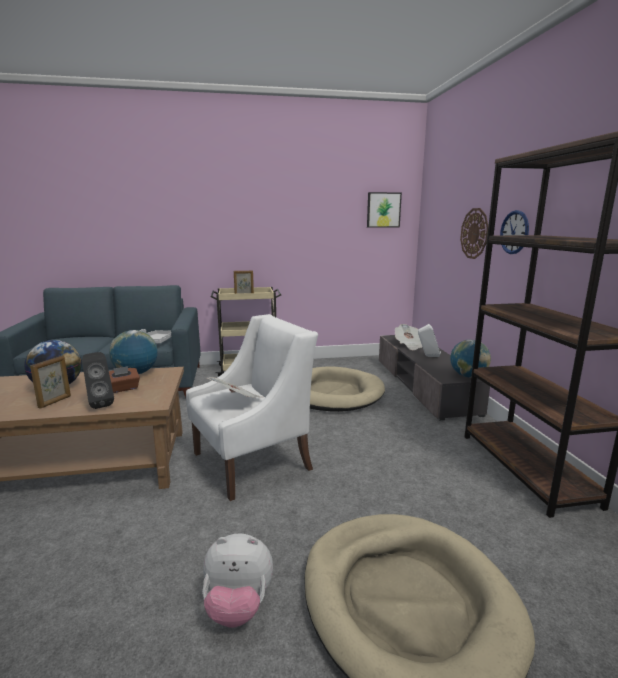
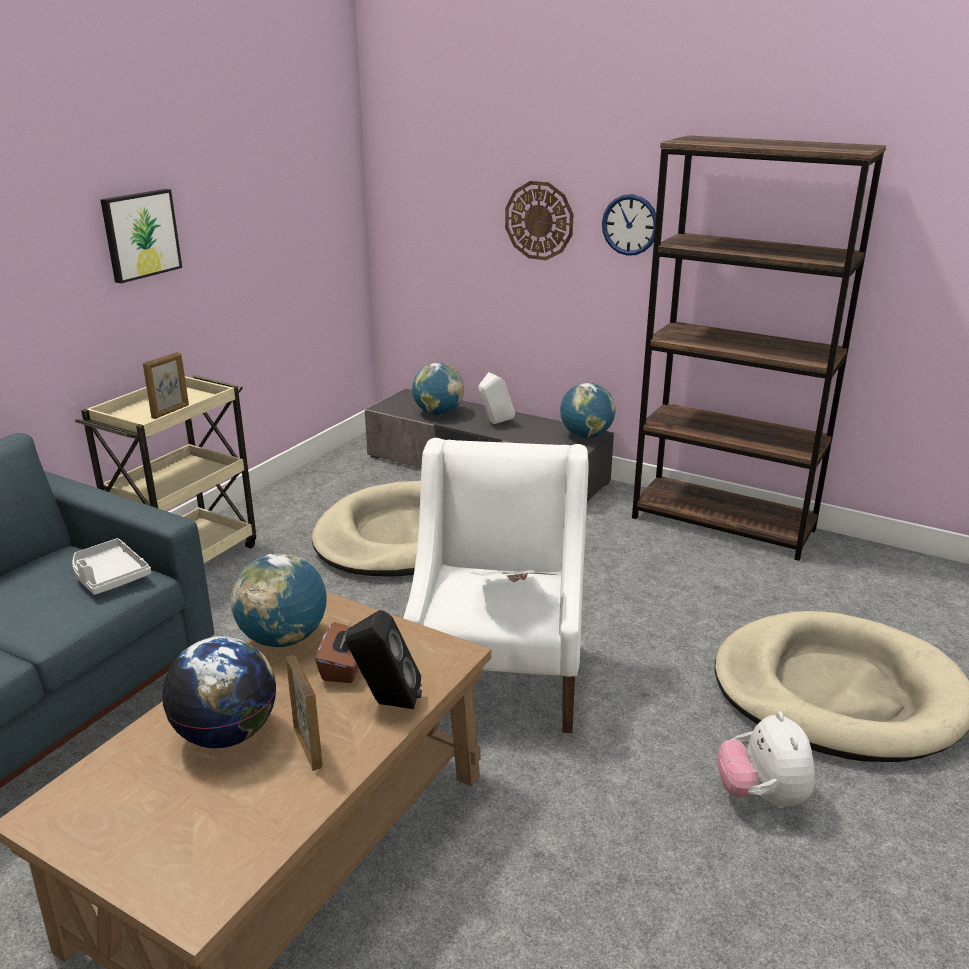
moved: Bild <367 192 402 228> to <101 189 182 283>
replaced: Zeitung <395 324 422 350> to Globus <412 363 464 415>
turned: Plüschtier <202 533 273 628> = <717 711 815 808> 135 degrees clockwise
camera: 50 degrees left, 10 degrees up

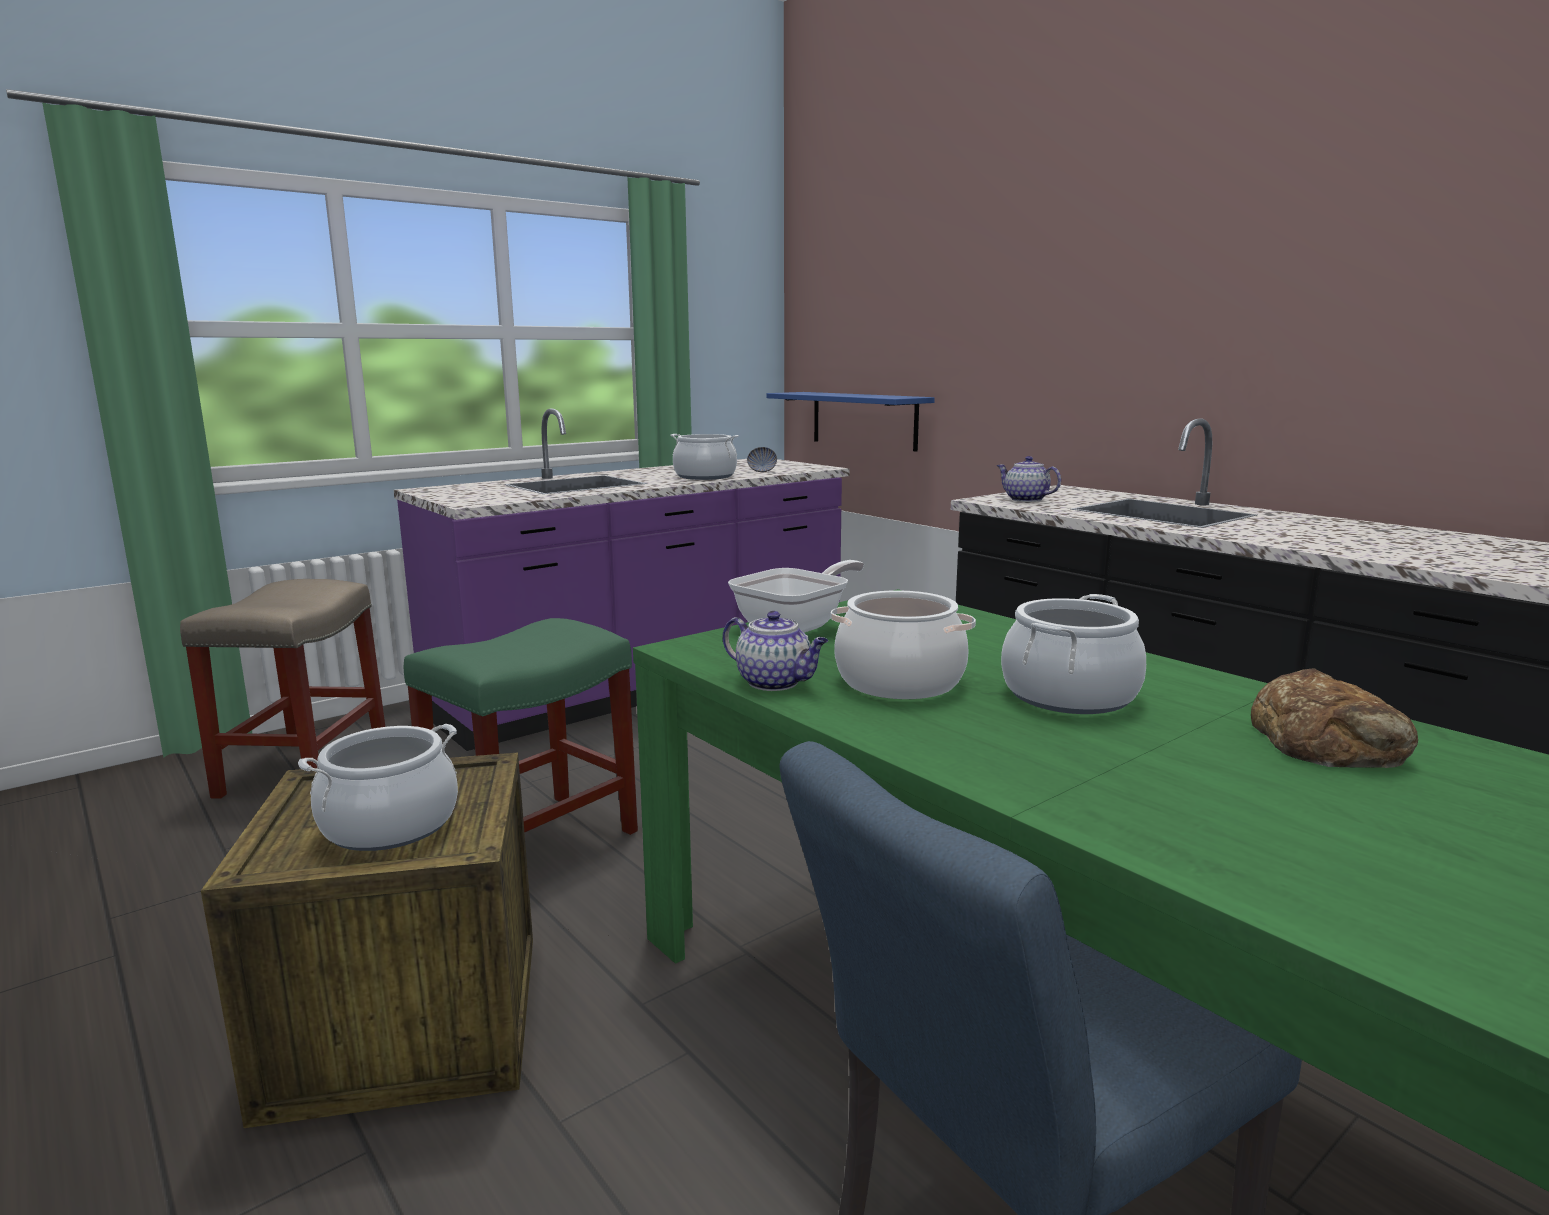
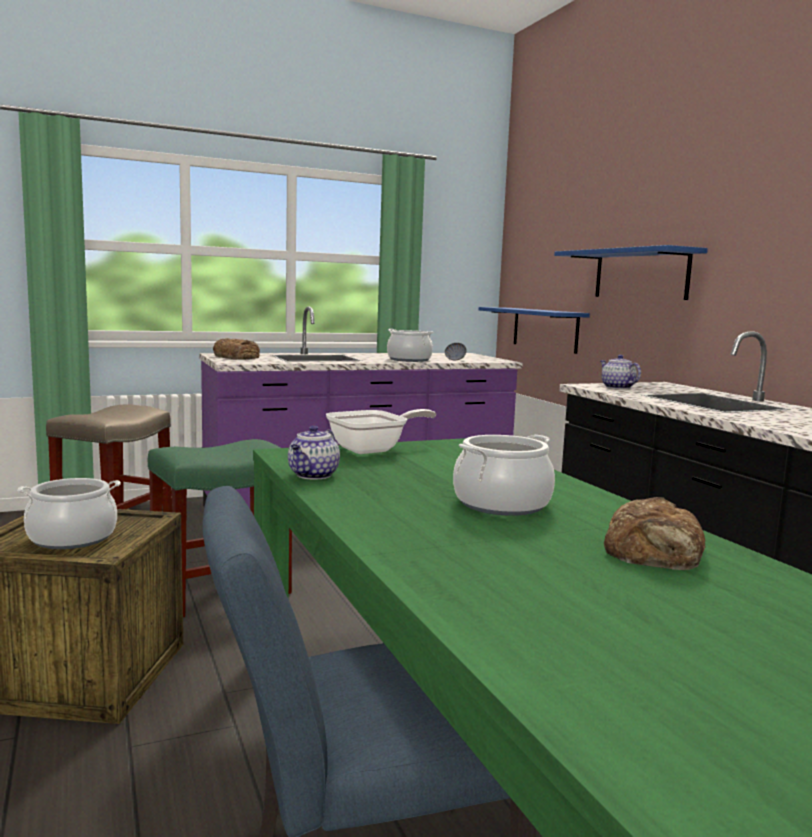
removed: Kochtopf <830 590 976 699>
added: Brot <213 338 260 360>; Wandregal [blau] <554 245 708 300>
turned: Teekanne <723 611 828 691> = <288 425 340 479> 60 degrees clockwise
camera: 15 degrees right, 5 degrees down

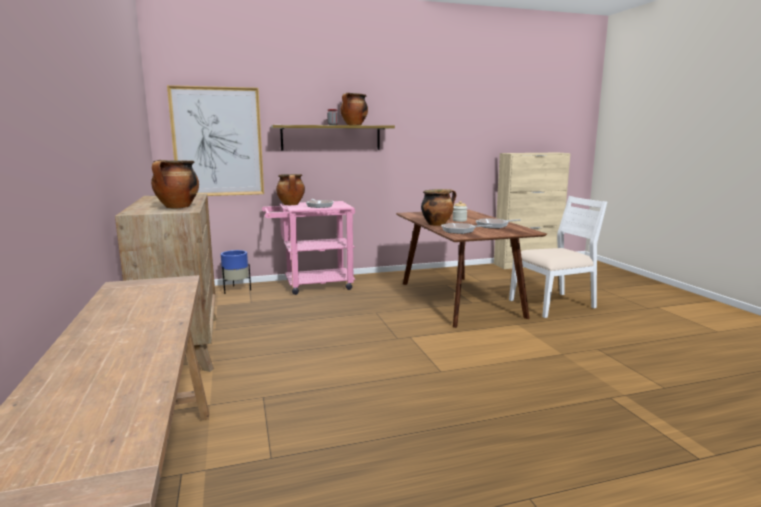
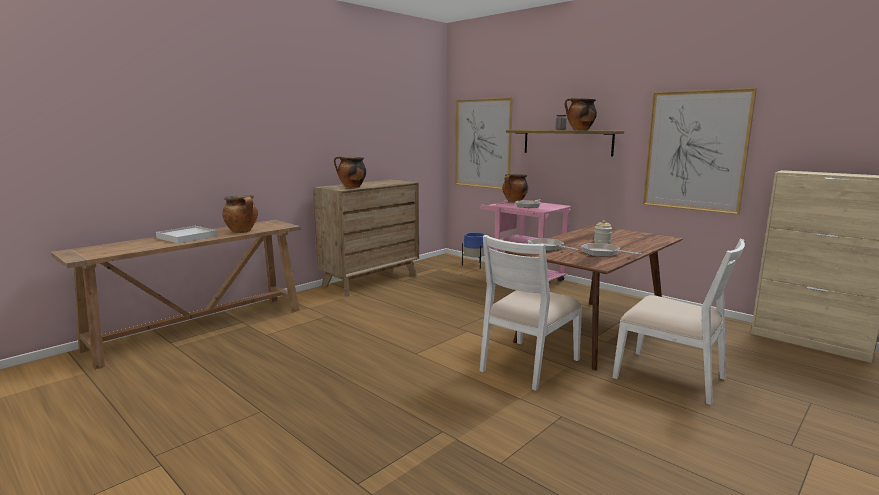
added: Tablett [weiß] <156 226 218 244>; Stuhl [weiß] <479 235 583 391>; Bild <643 88 757 215>
moved: Kochtopf <421 189 456 226> to <222 195 258 233>
camera: 60 degrees right, 0 degrees up

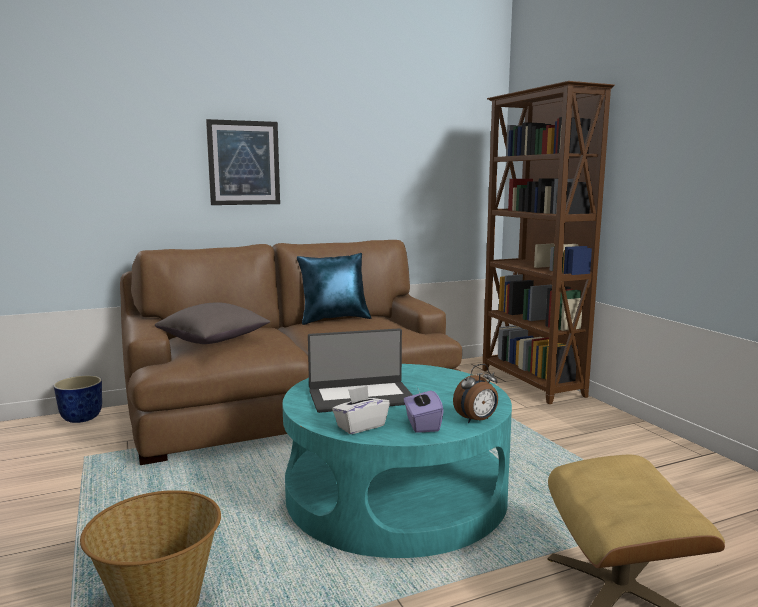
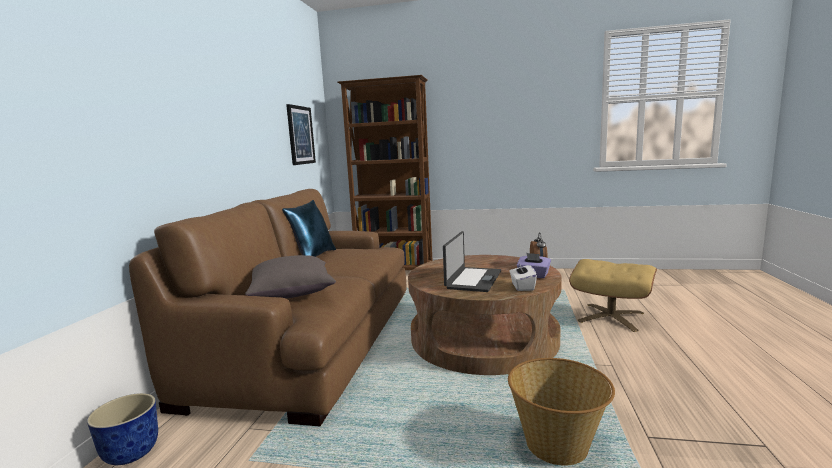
moved: Bild <206 119 280 205> to <286 104 316 165>
recoloured: Couchtisch [türkis] <282 364 512 558> to Couchtisch [braun] <408 255 562 375>
camera: 55 degrees left, 0 degrees up

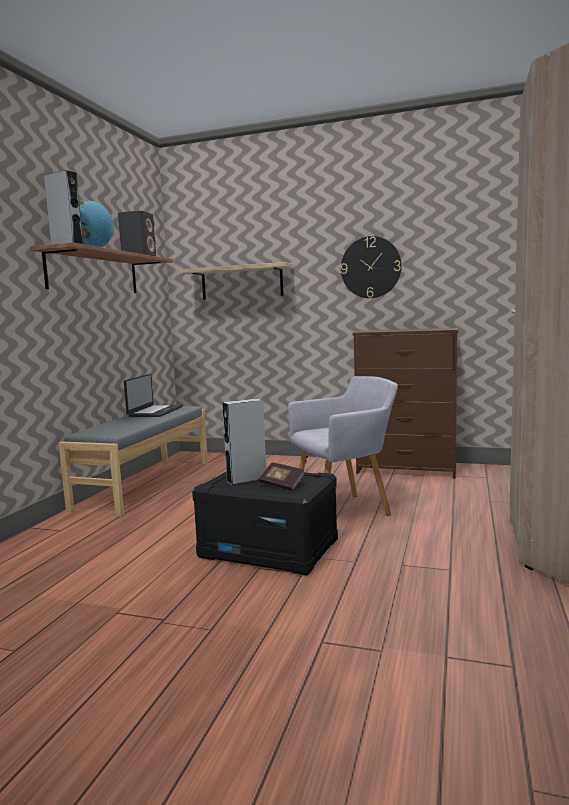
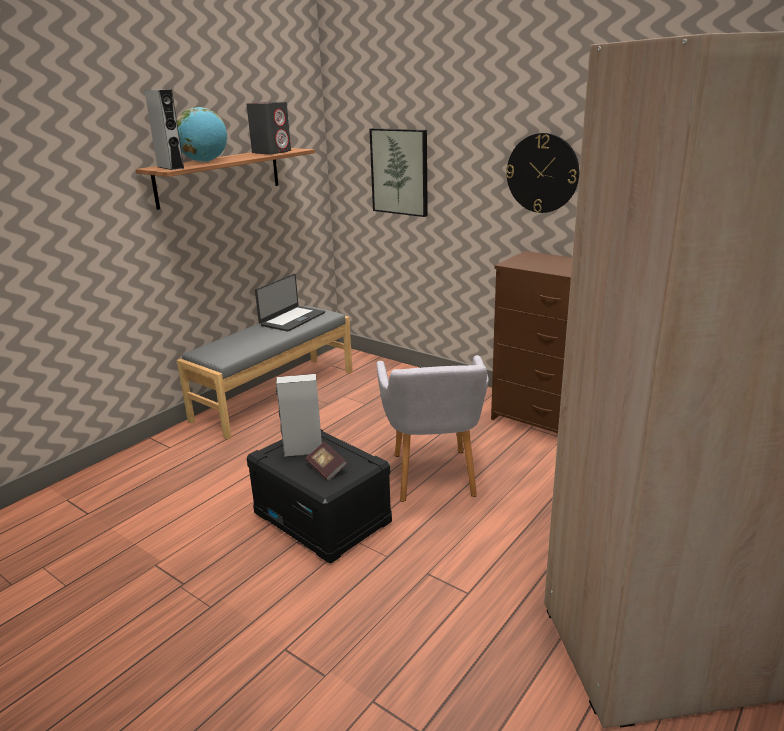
replaced: Wandregal <180 262 293 300> to Bild <370 128 428 217>
turned: Sessel [grau] <288 376 398 515> = <377 355 489 502> 90 degrees clockwise
camera: 20 degrees right, 15 degrees up

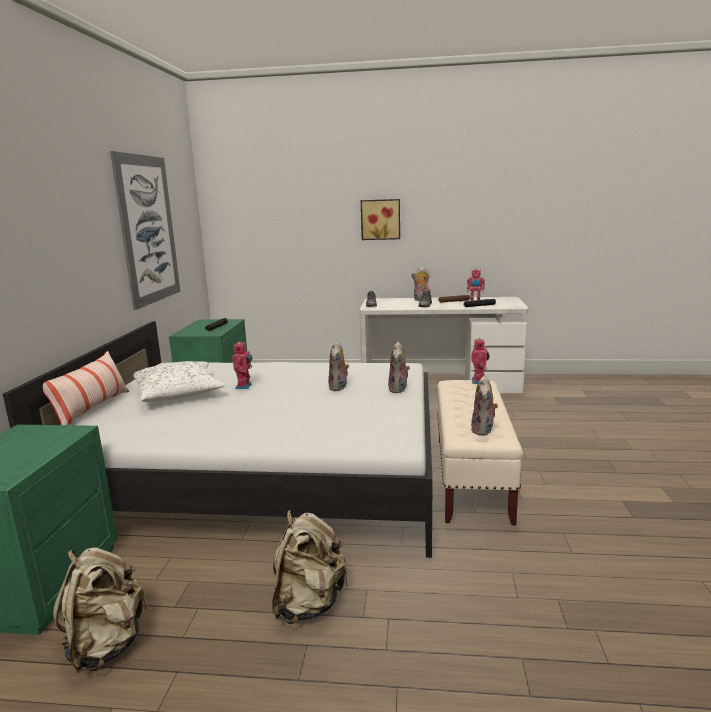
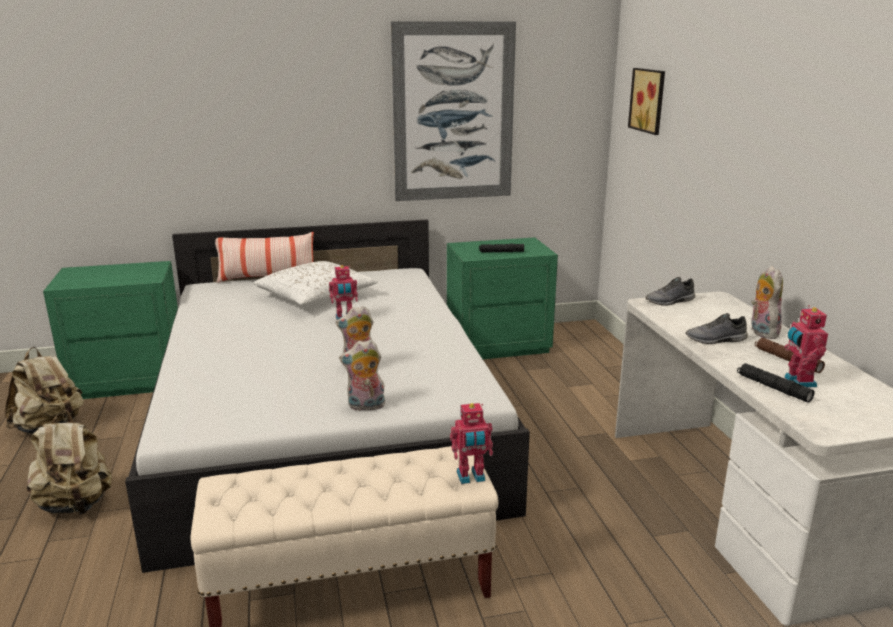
removed: Plüschtier <471 375 498 435>
moved: Bild <361 199 400 240> to <628 68 665 135>
camera: 70 degrees right, 5 degrees up

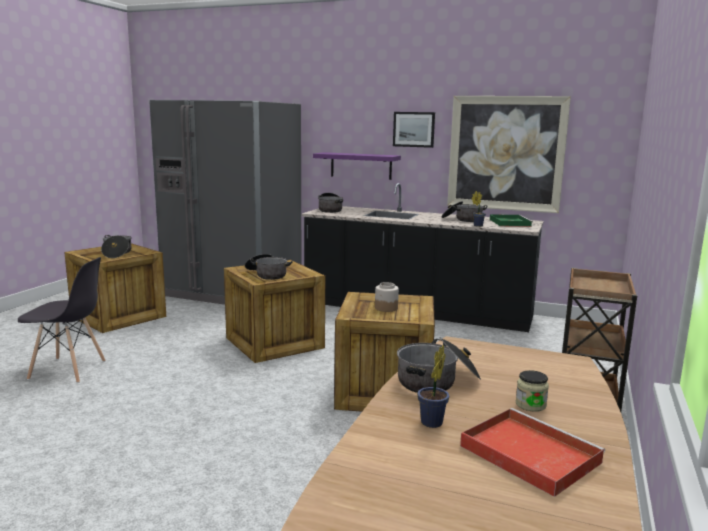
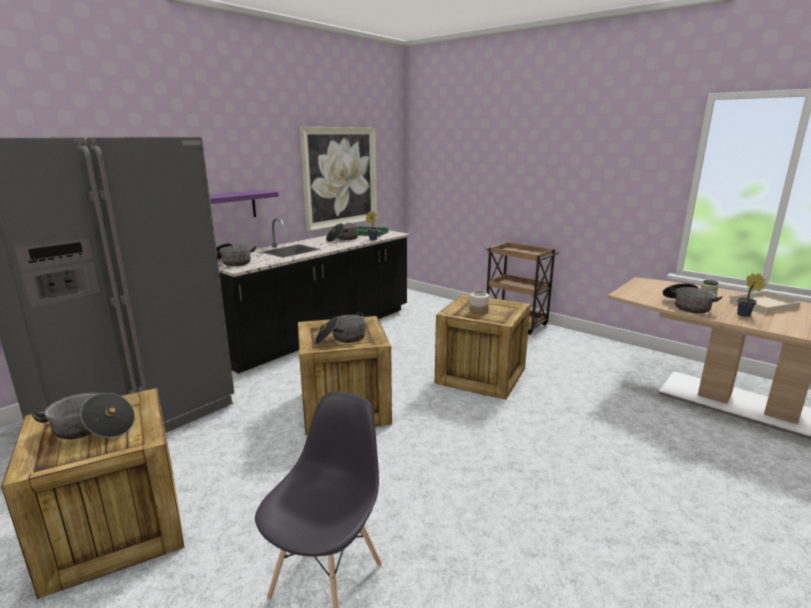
removed: Bild <393 112 435 148>
recoloured: Tablett [rot] <460 408 605 497> to Tablett [beige] <729 291 801 314>
camera: 70 degrees left, 5 degrees up

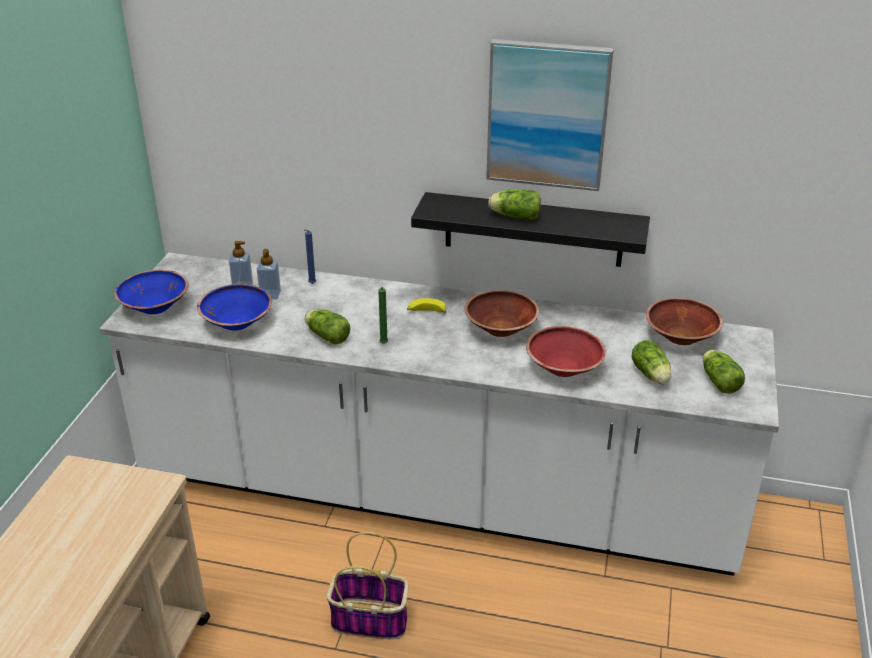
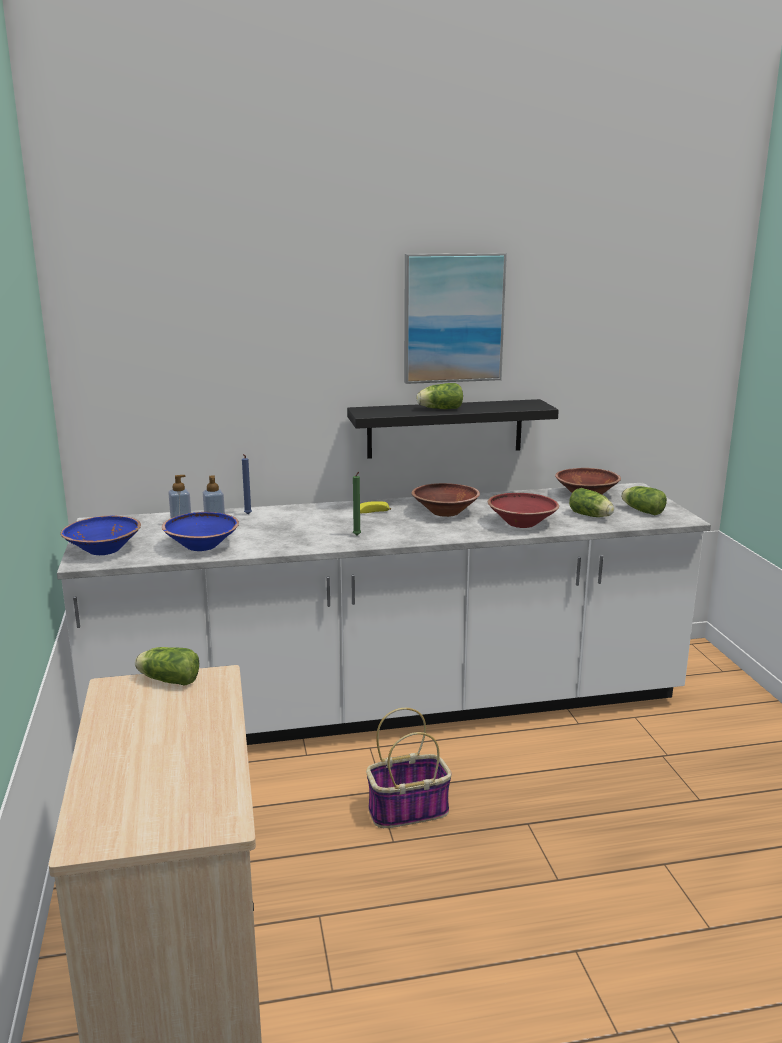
moved: Salatkopf <305 309 350 344> to <135 647 199 686>
camera: 25 degrees left, 15 degrees down

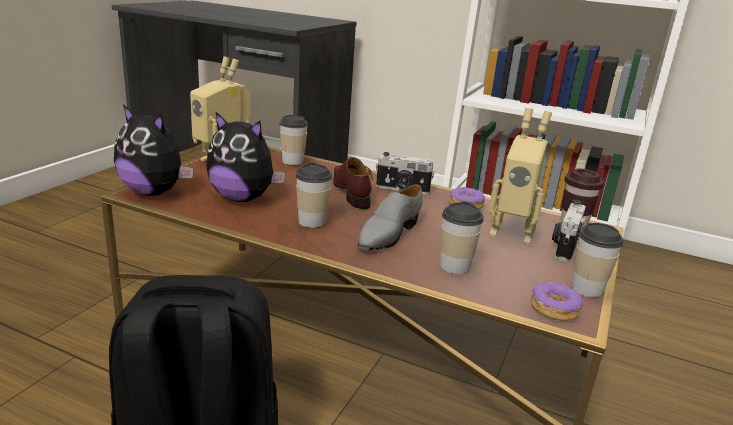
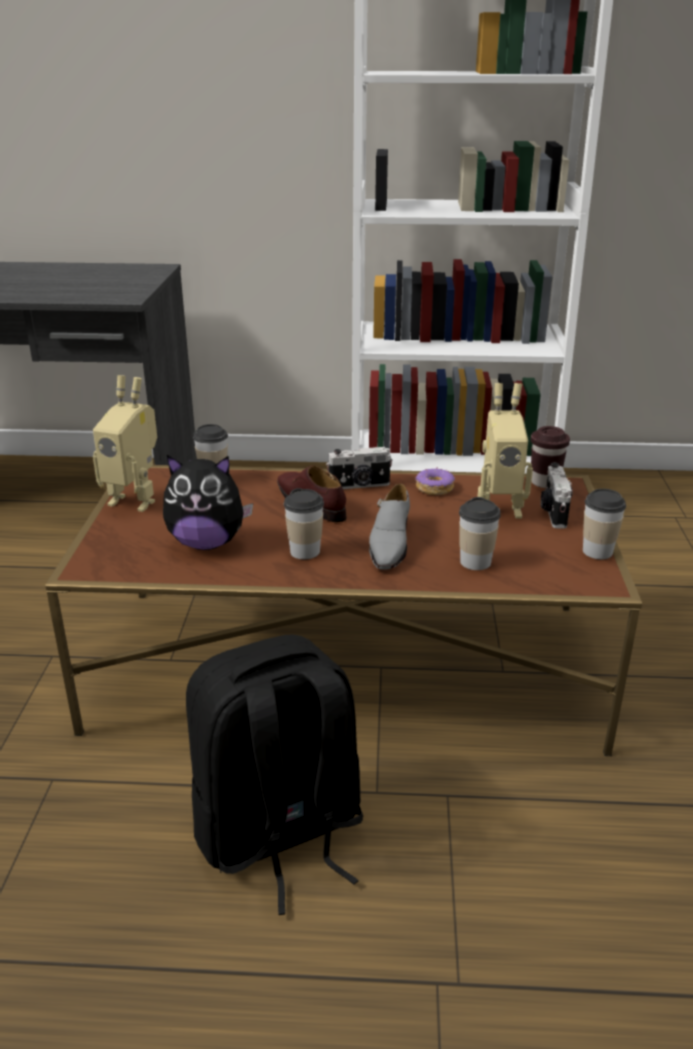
removed: Plüschtier <114 104 193 196>; Donut <531 282 584 321>
camera: 20 degrees left, 5 degrees up

